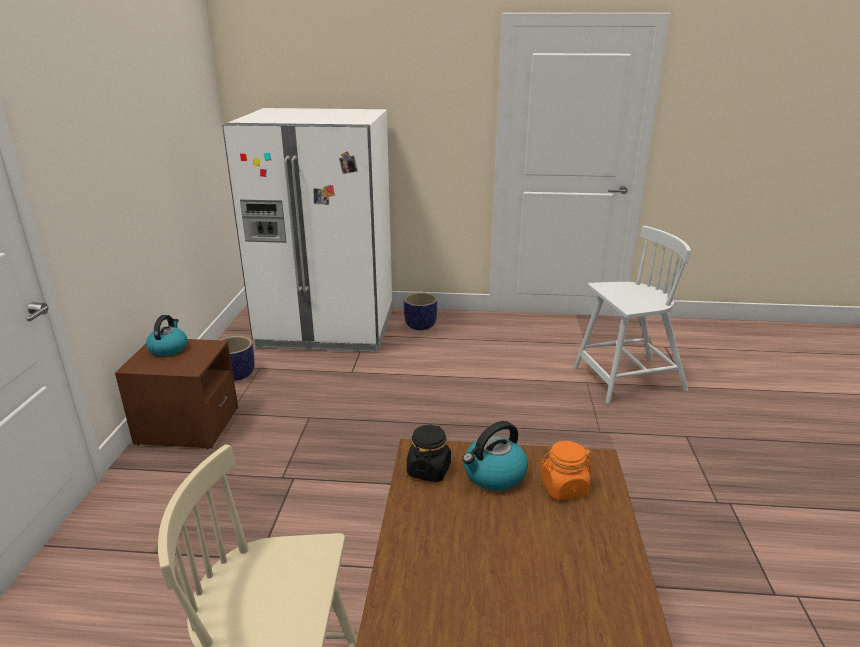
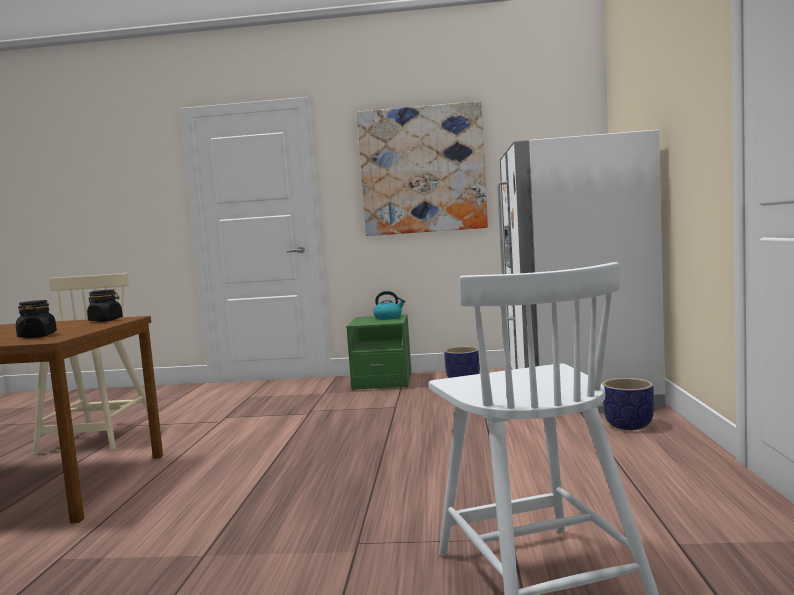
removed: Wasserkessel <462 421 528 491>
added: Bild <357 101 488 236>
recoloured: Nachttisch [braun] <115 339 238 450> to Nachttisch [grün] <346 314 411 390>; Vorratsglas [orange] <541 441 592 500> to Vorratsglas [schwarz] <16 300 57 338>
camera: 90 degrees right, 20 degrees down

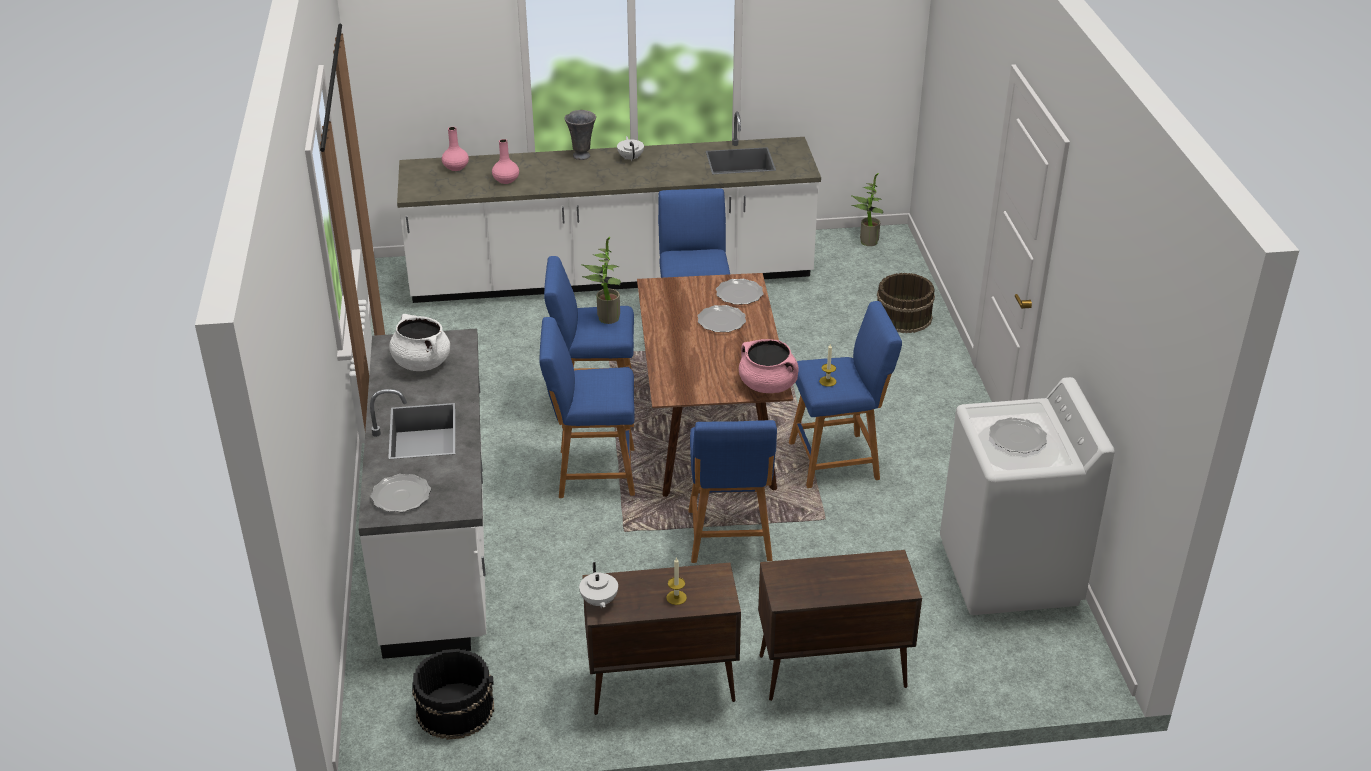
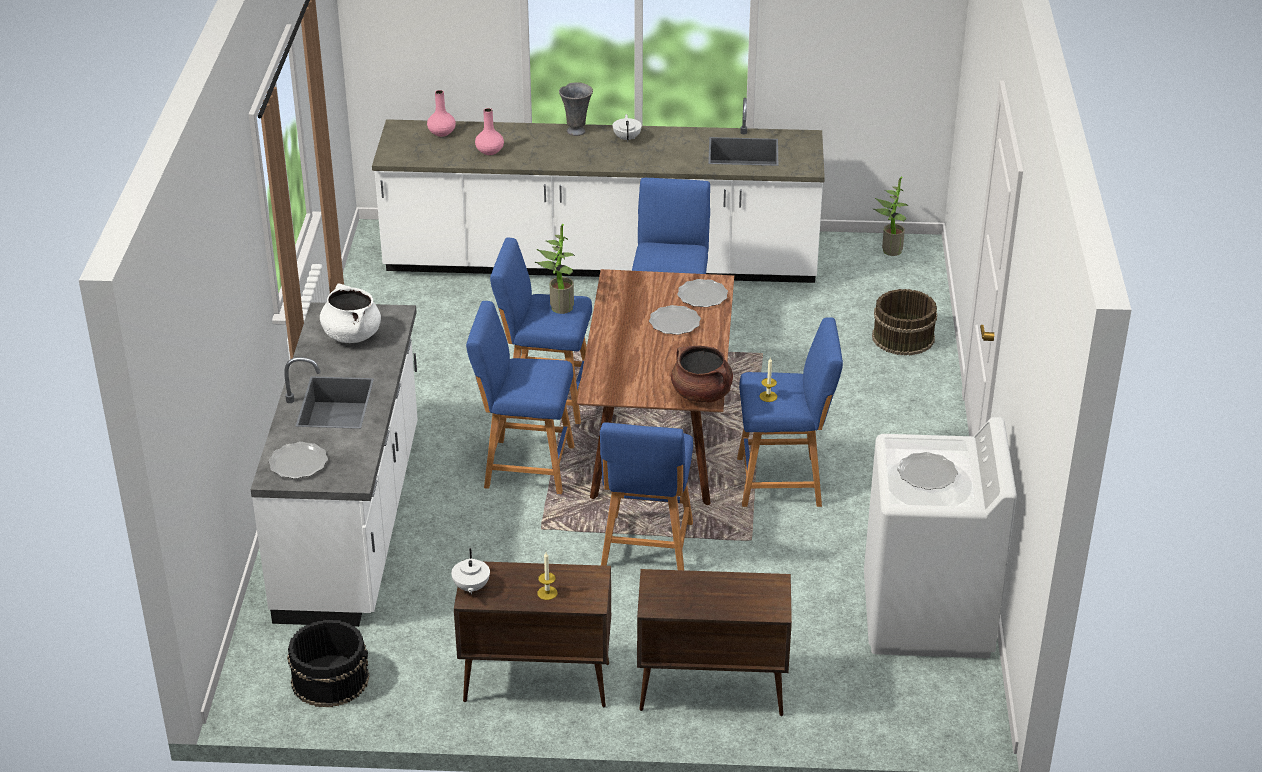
recoloured: Kochtopf [rosa] <739 339 799 393> to Kochtopf [braun] <671 346 733 402>
camera: 10 degrees right, 0 degrees up

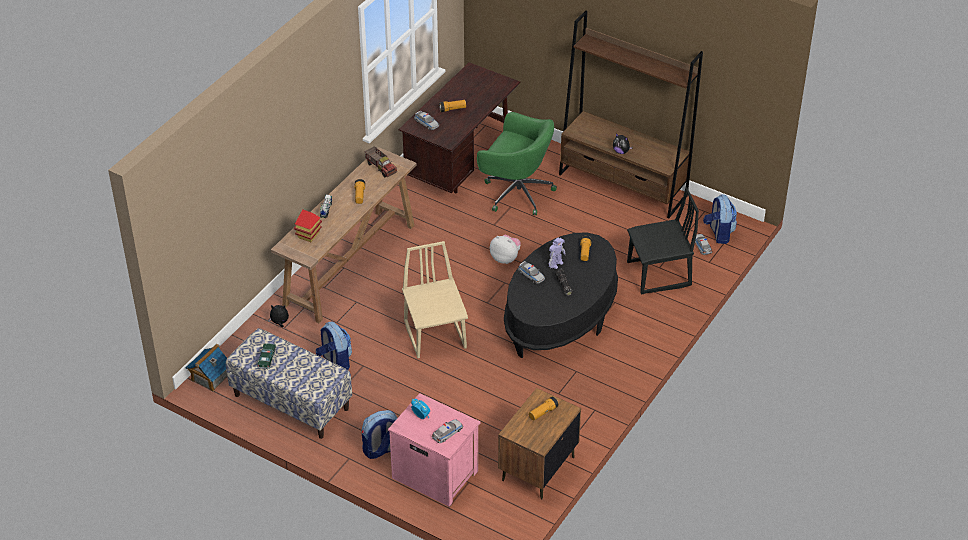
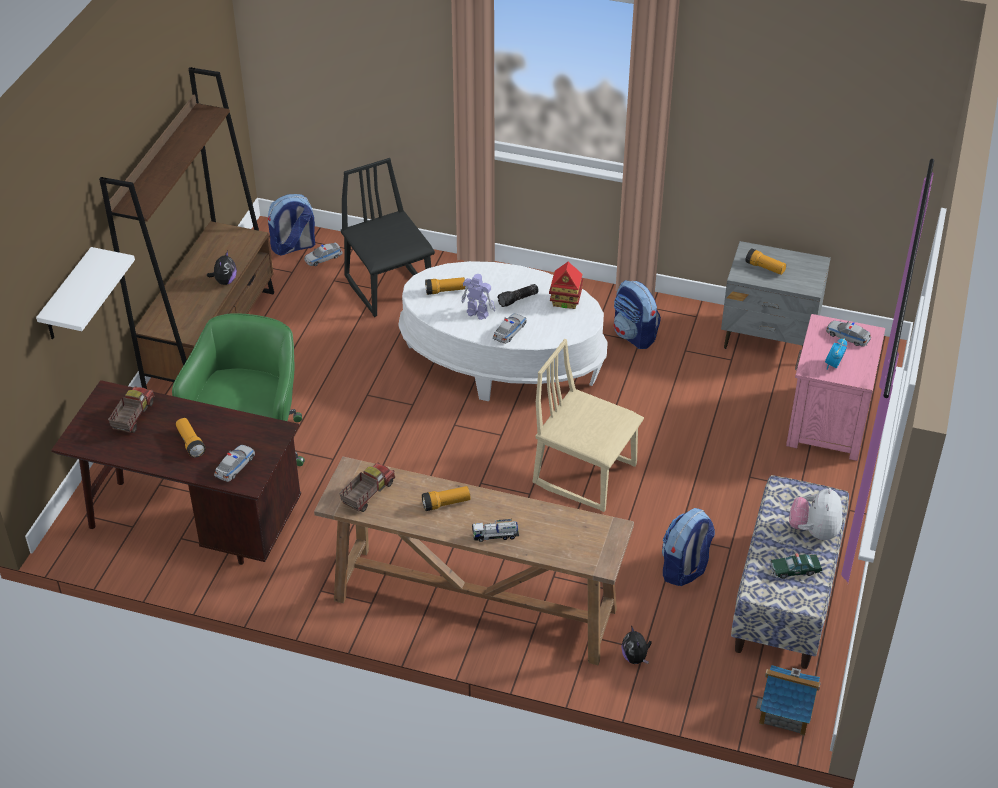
added: Wandregal [weiß] <36 247 135 339>; Spielzeuglaster <108 386 155 433>
moved: Spielzeughaus <294 209 322 242> to <549 262 584 309>; Rucksack <362 410 397 459> to <614 280 661 349>; Plüschtier <490 235 521 264> to <789 488 842 540>
recoloured: Nachttisch [braun] <498 388 581 500> to Nachttisch [grau] <721 241 831 349>; Couchtisch [schwarz] <504 233 618 358> to Couchtisch [weiß] <398 261 608 401>
turned: Stuhl [beige] <402 241 468 358> = <533 339 644 512> 60 degrees clockwise
camera: 105 degrees left, 0 degrees up

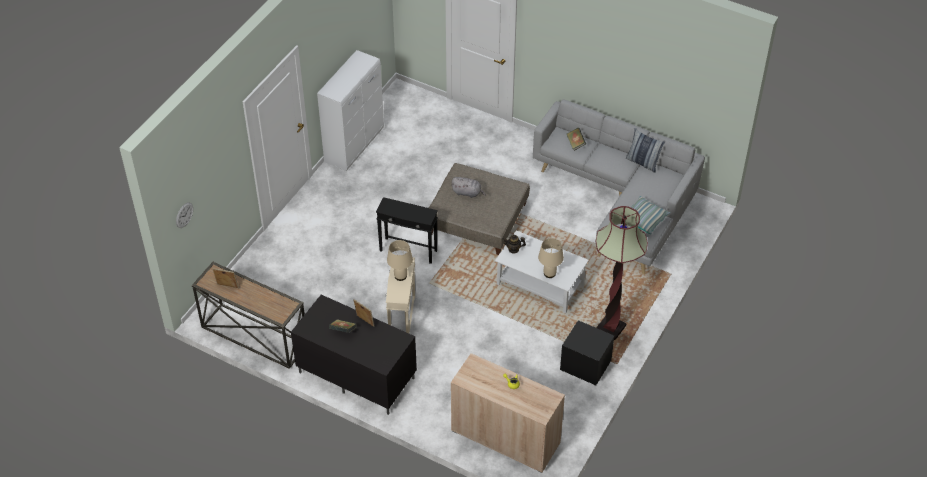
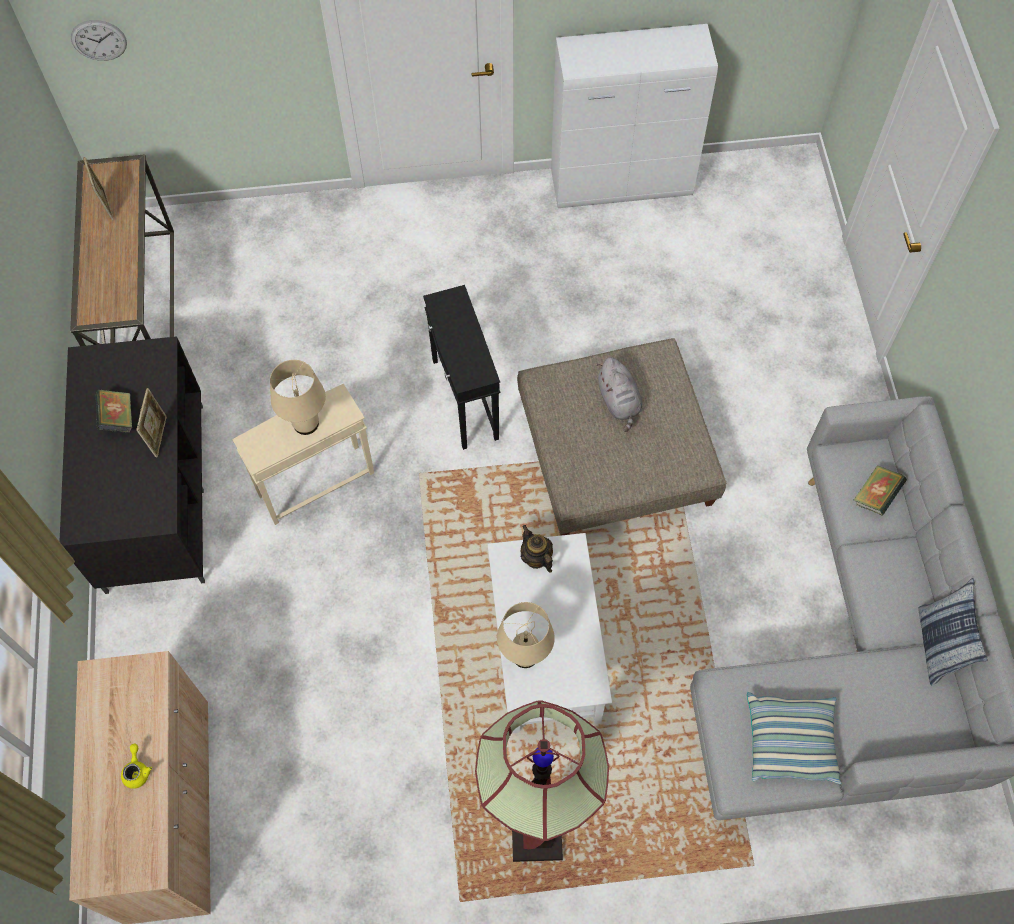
removed: Nachttisch [schwarz] <560 320 614 385>
camera: 55 degrees right, 15 degrees up

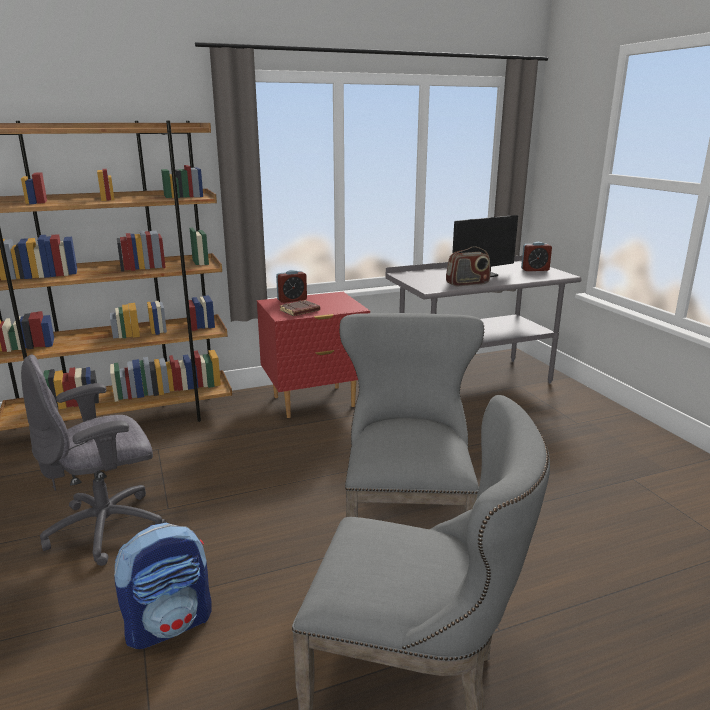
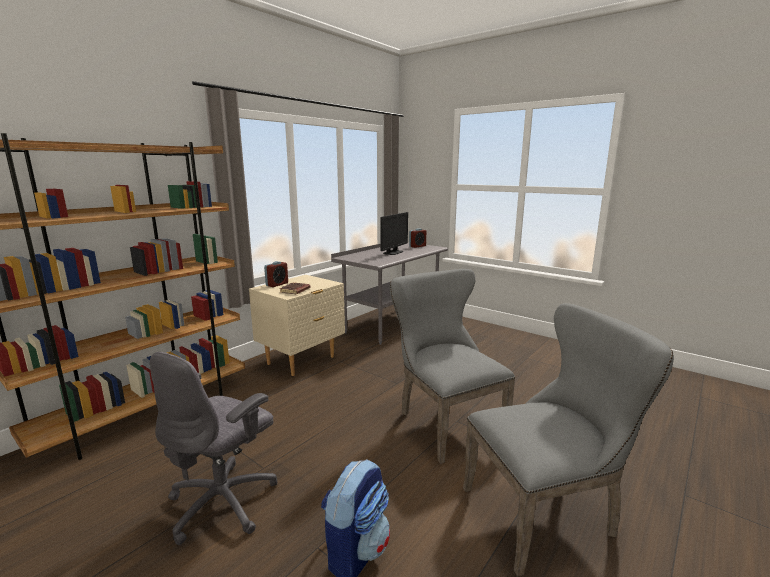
removed: Radio <446 246 490 286>
recoloured: Nachttisch [rot] <257 292 370 418> to Nachttisch [beige] <249 275 345 376>
camera: 30 degrees left, 5 degrees down

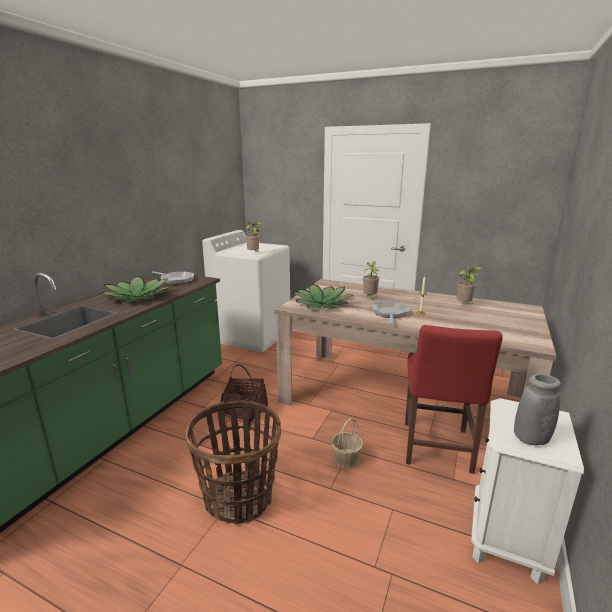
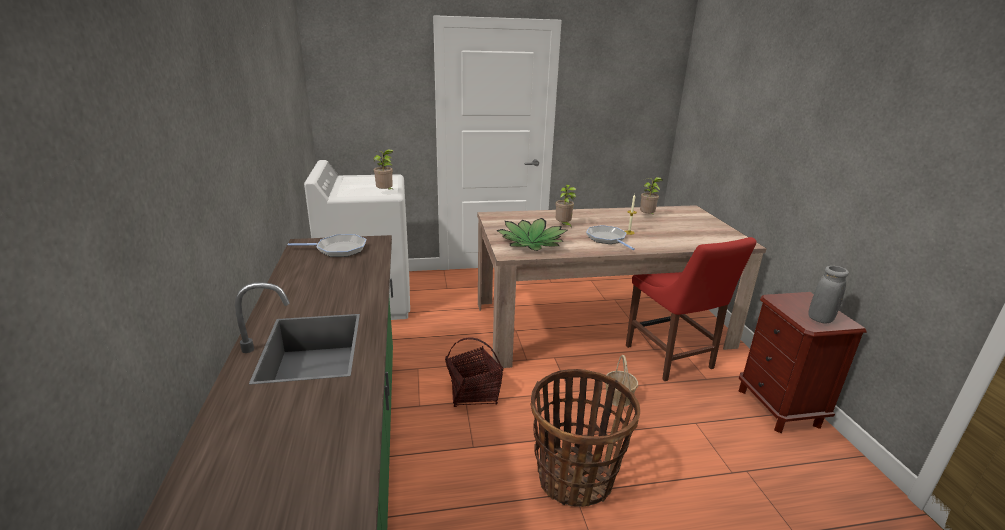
removed: Topfpflanze <101 276 169 303>
recoloured: Nachttisch [weiß] <471 398 584 585> to Nachttisch [braun] <739 292 866 433>
camera: 35 degrees left, 5 degrees up

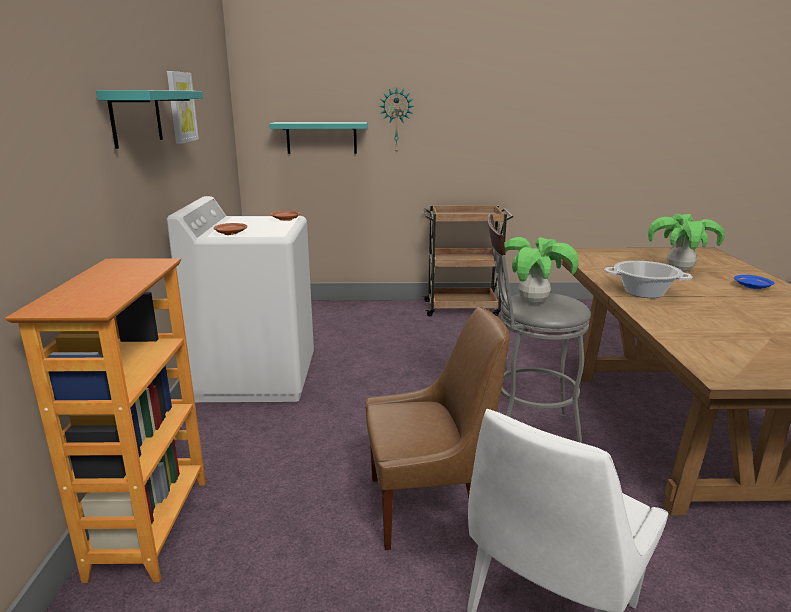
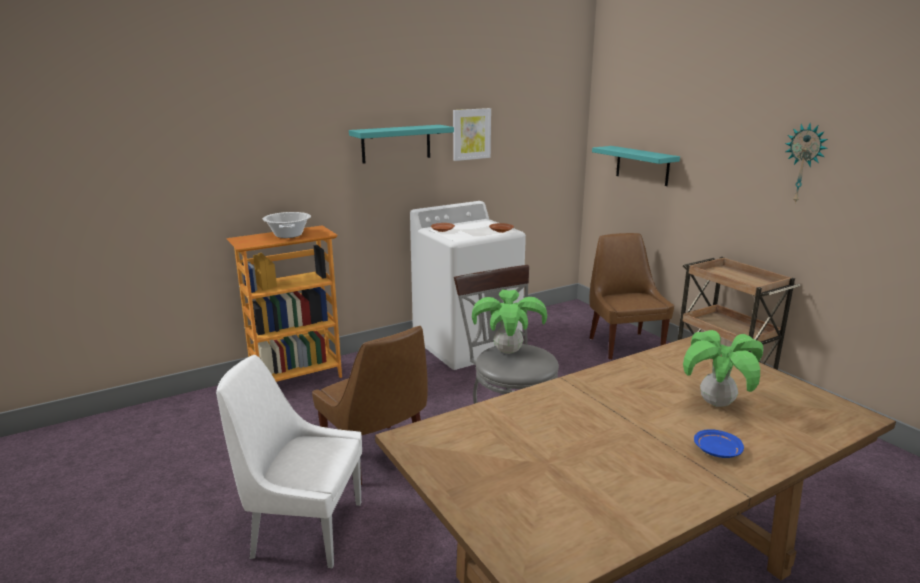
added: Stuhl [braun] <589 233 674 360>
moved: Wanduhr <379 88 414 154> to <785 123 828 203>; Kochtopf <604 261 692 298> to <263 212 311 238>
camera: 60 degrees right, 0 degrees up

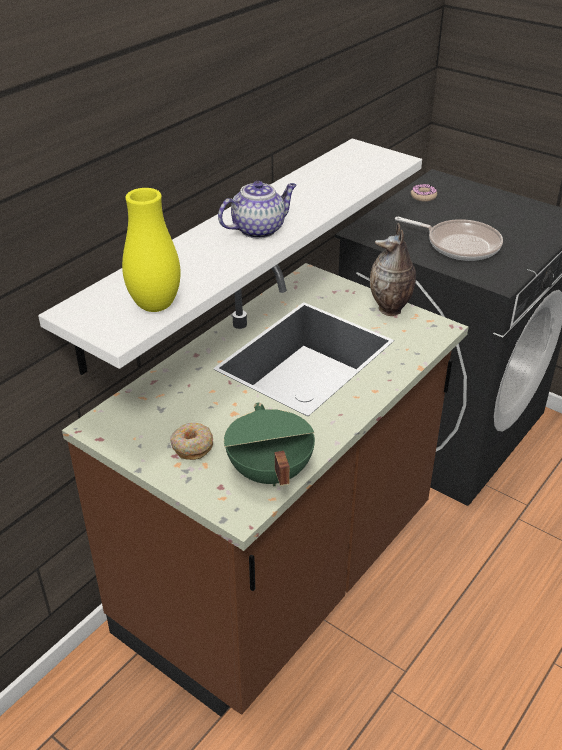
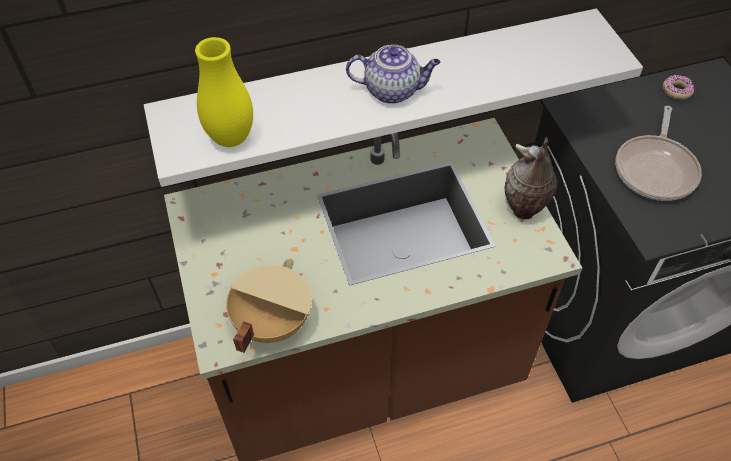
removed: Donut <170 423 213 460>
recoloured: Kochtopf [grün] <224 403 315 487> to Kochtopf [beige] <226 259 312 353>
turned: Pfanne <395 217 503 261> = <615 106 702 201> 45 degrees clockwise
camera: 35 degrees right, 15 degrees up

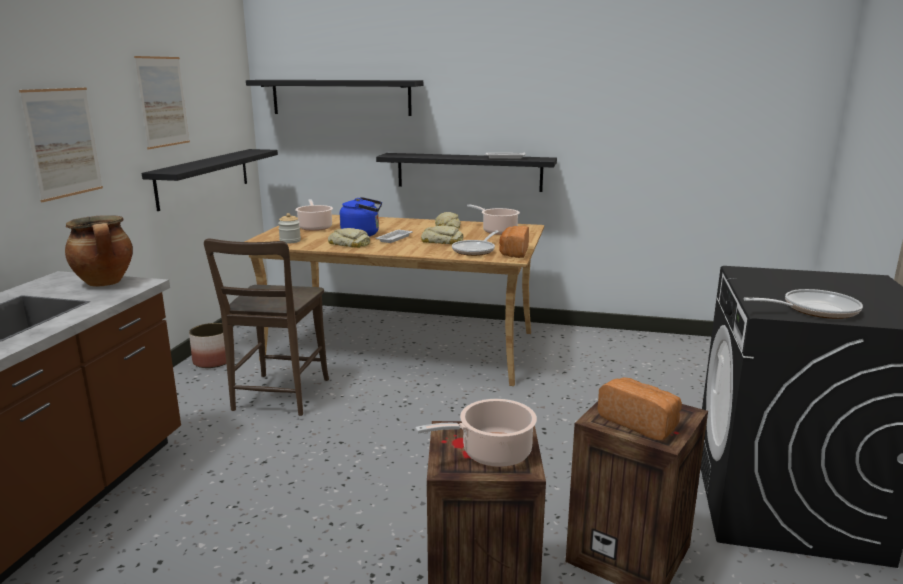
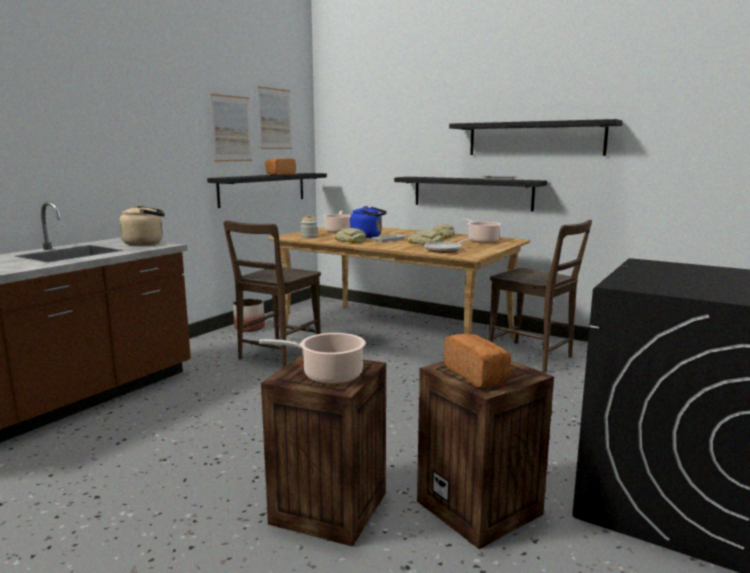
removed: Pfanne <743 289 863 319>
added: Stuhl [braun] <488 220 592 373>
moved: Bild <19 88 103 202> to <257 86 292 149>; Wandregal [schwarz] <246 80 423 116> to <449 119 623 156>; Brot <499 226 529 258> to <265 158 296 175>
replaced: Kochtopf <65 215 133 287> to Wasserkessel [beige] <119 205 165 245>
camera: 20 degrees right, 5 degrees down

